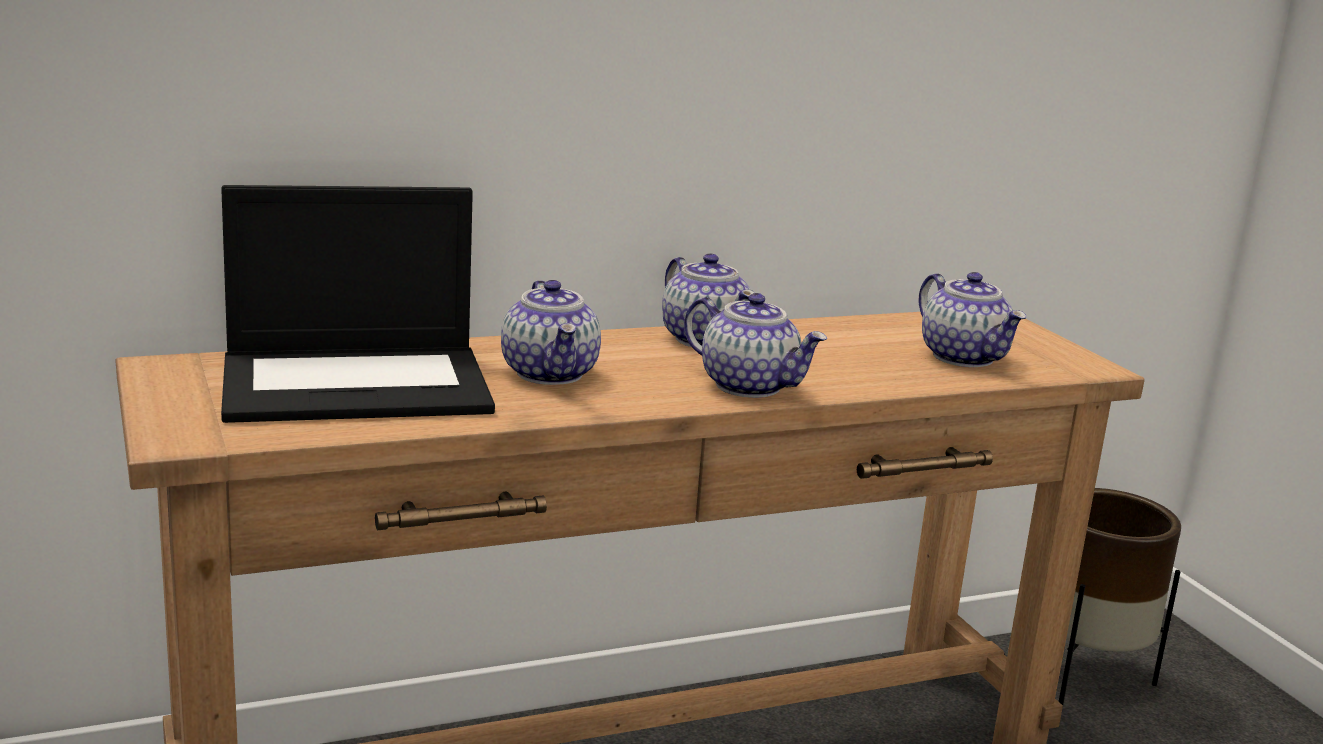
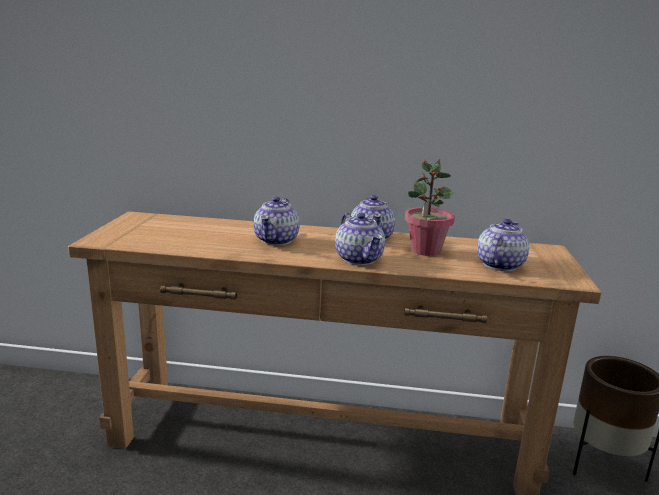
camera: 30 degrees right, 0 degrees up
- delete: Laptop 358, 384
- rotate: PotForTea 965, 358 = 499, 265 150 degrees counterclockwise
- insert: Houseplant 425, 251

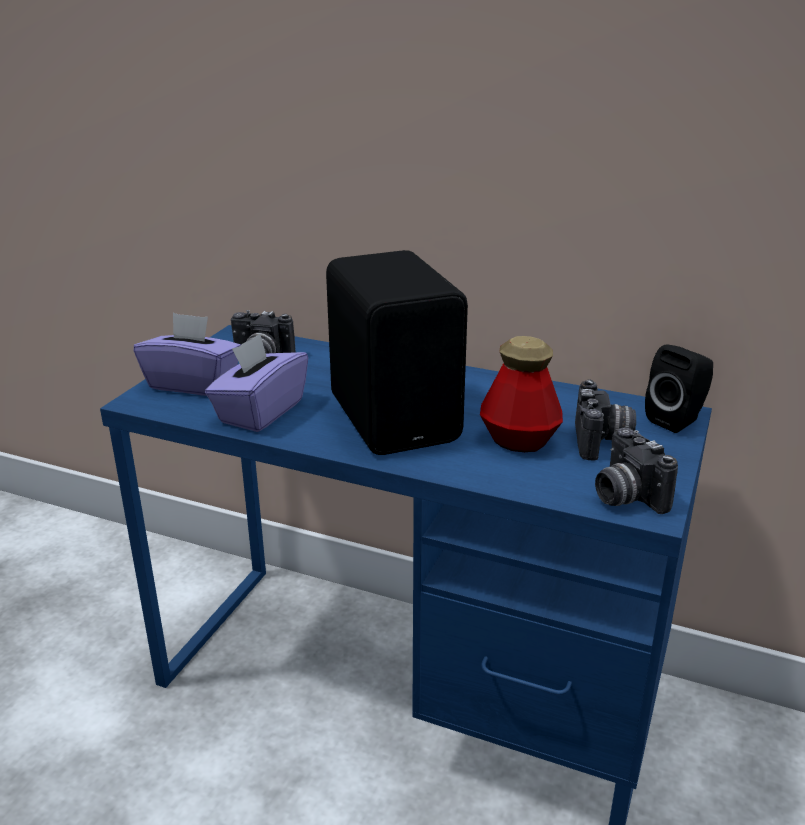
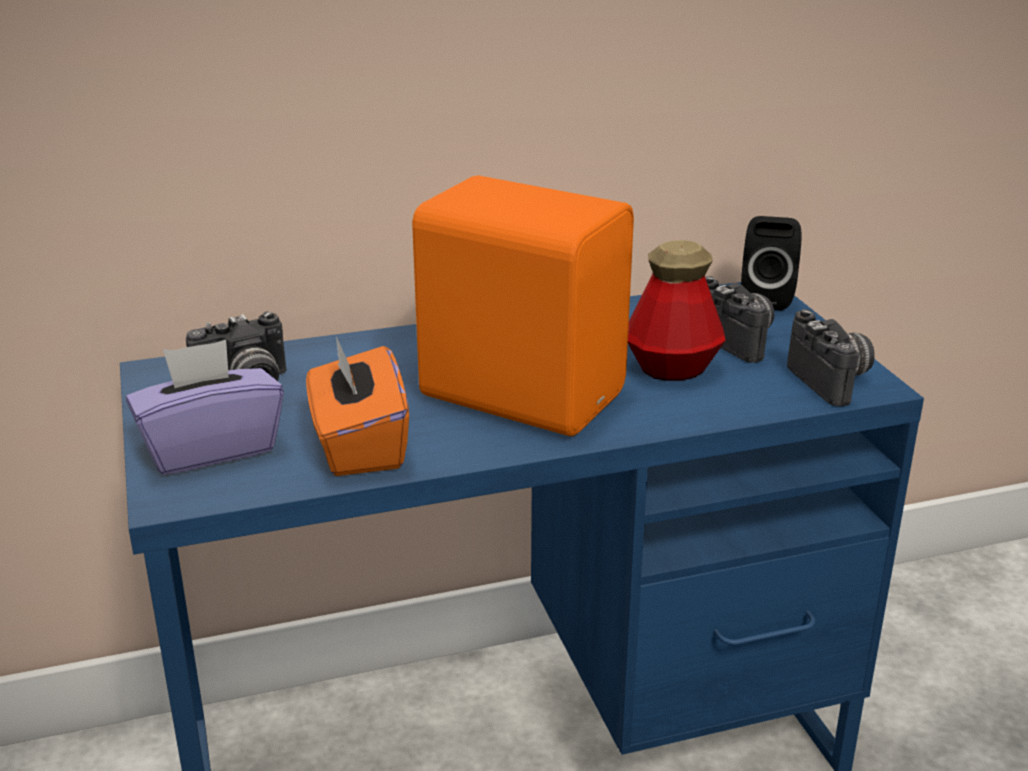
camera: 40 degrees left, 0 degrees up
- recolor: PurpleTissueBox 260, 411 to OrangeColouredTissueBox 358, 446
- recolor: BlackishAudioSpeaker 397, 418 to OrangeColouredAudioSpeaker 522, 392
- rotate: StillCamera 625, 496 = 834, 381 135 degrees counterclockwise

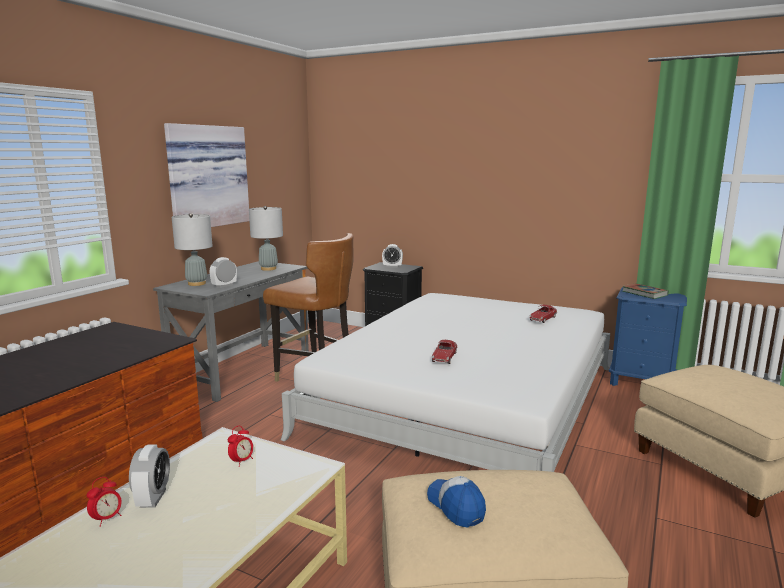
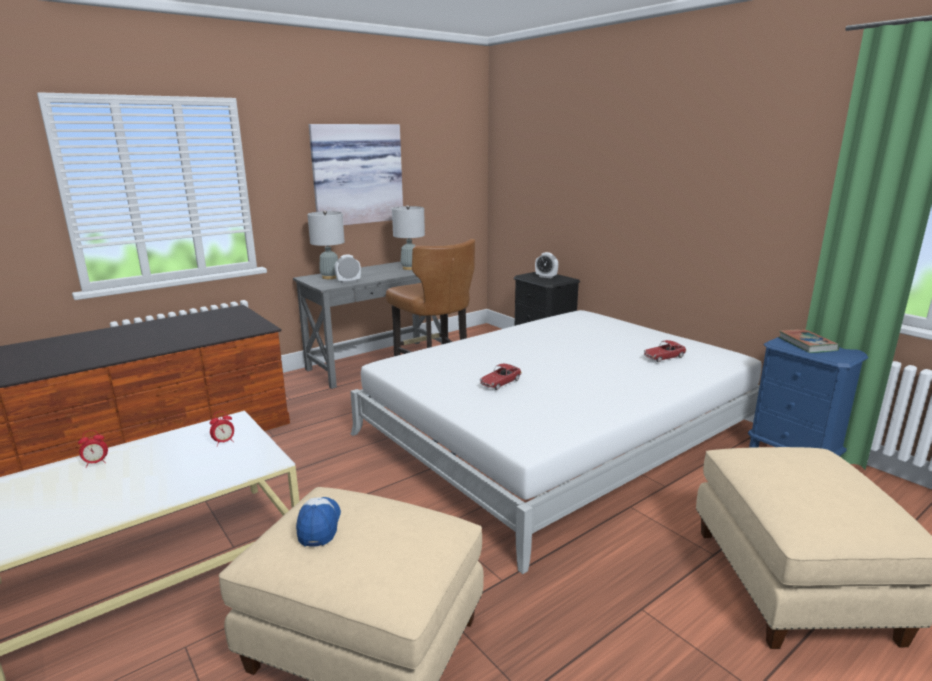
camera: 25 degrees right, 5 degrees up
- delete: TableClock 153, 498

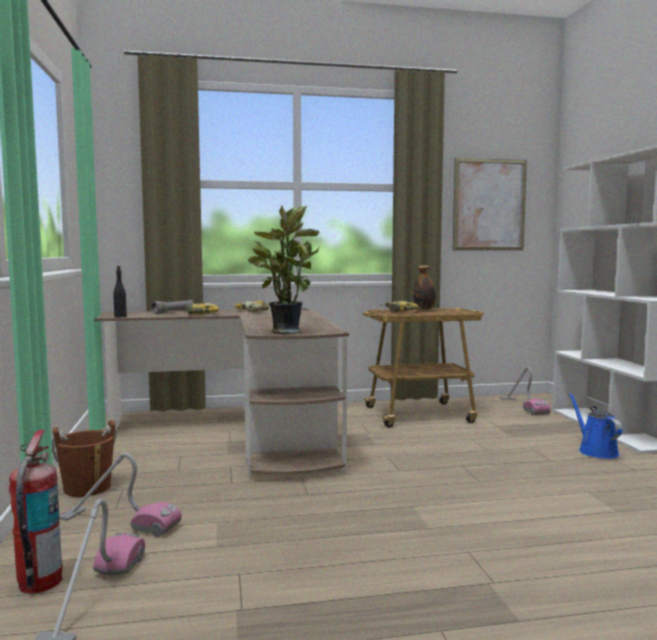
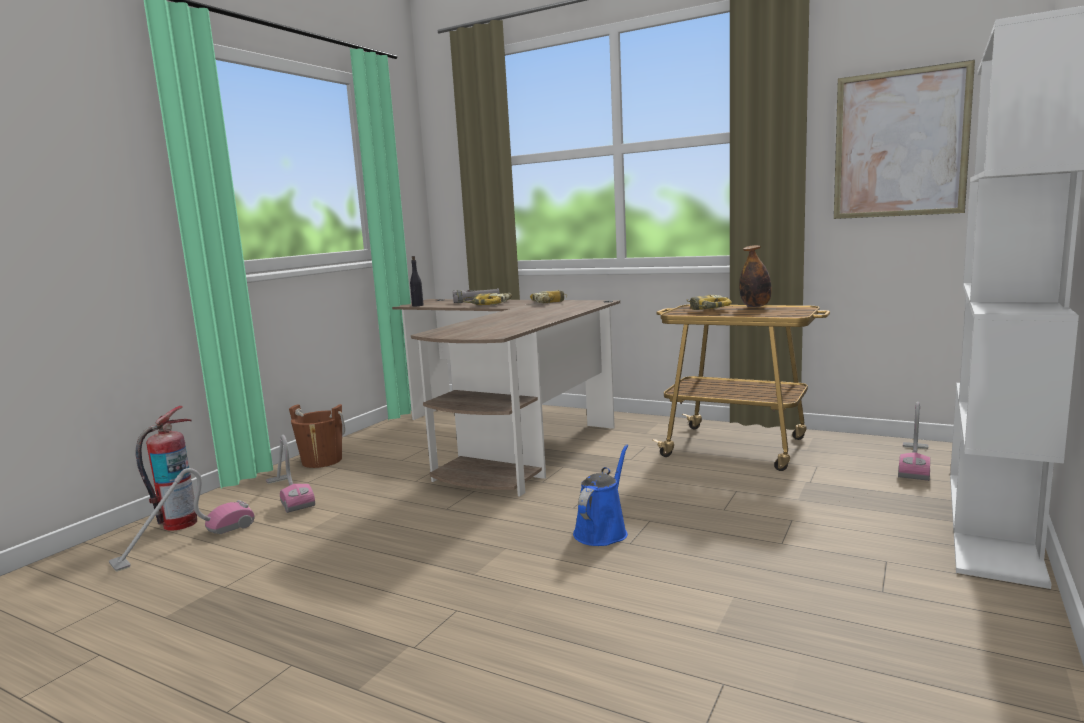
camera: 40 degrees right, 5 degrees up
- delete: Houseplant 284, 332
- move: BlueSprinklingCan 595, 451 to 602, 531

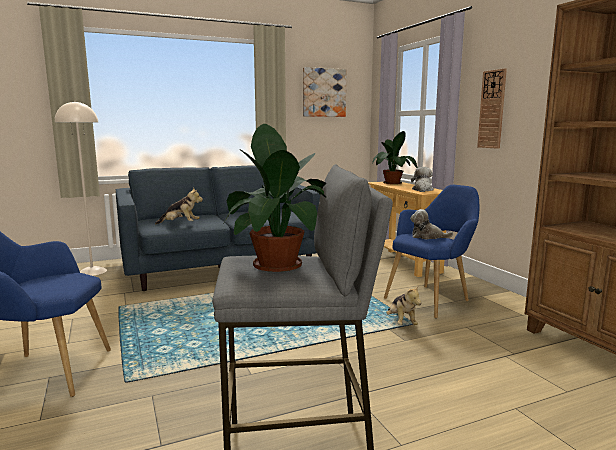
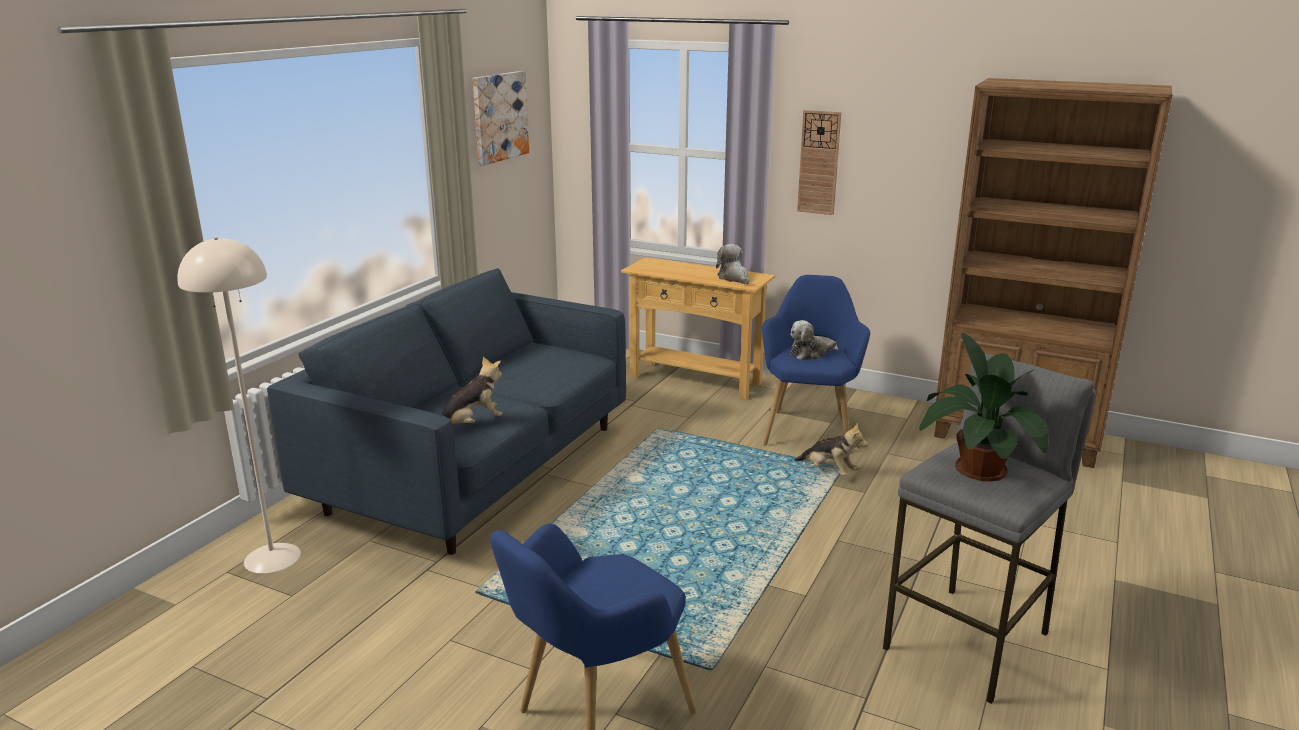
camera: 40 degrees left, 10 degrees up
- delete: Houseplant 392, 183

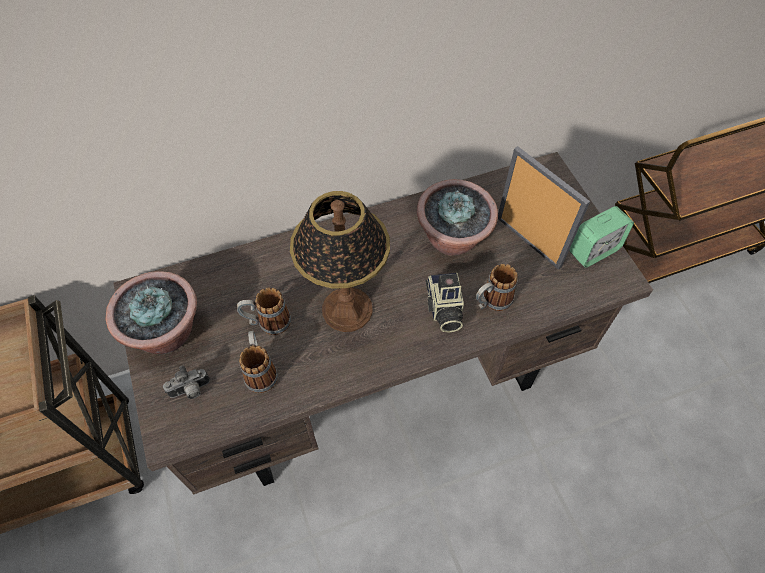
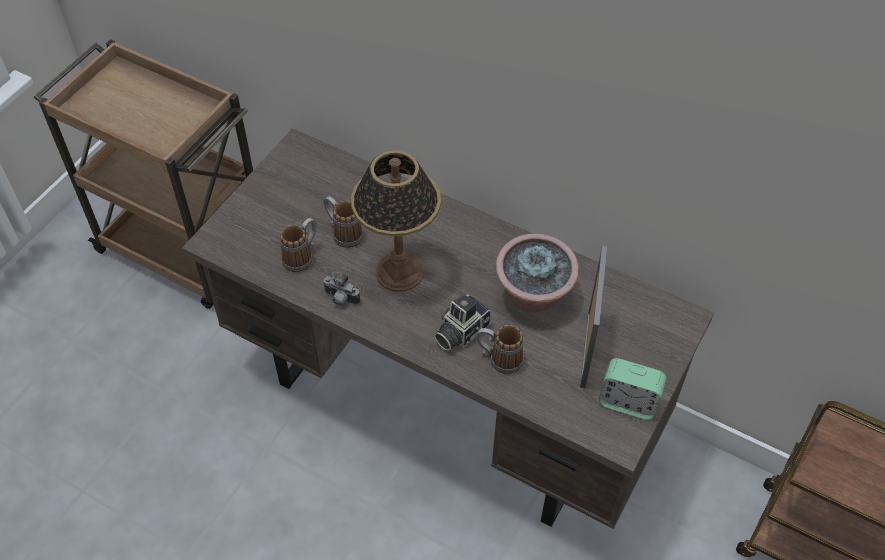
camera: 50 degrees right, 5 degrees down
- delete: Houseplant 166, 333
- move: StillCamera 190, 391 to 340, 299

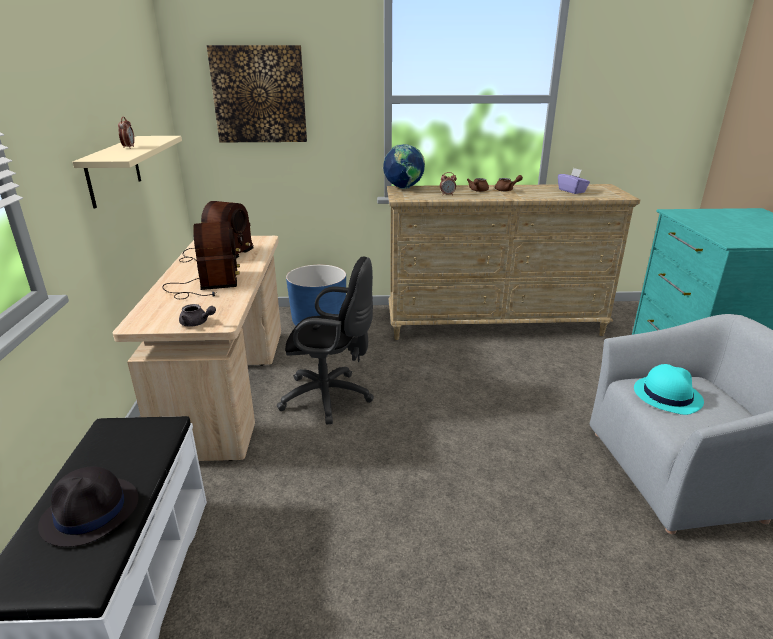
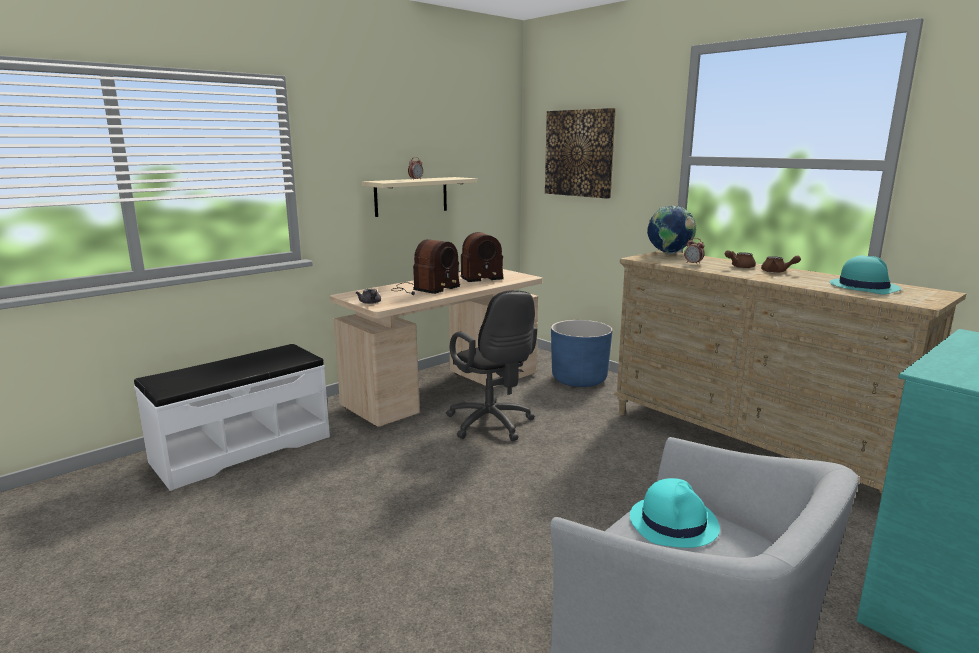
camera: 50 degrees right, 10 degrees down
- delete: BlackishWearableHat 91, 512
- replace: PurpleTissueBox 572, 191 to TurquoiseColouredWearableHat 863, 286

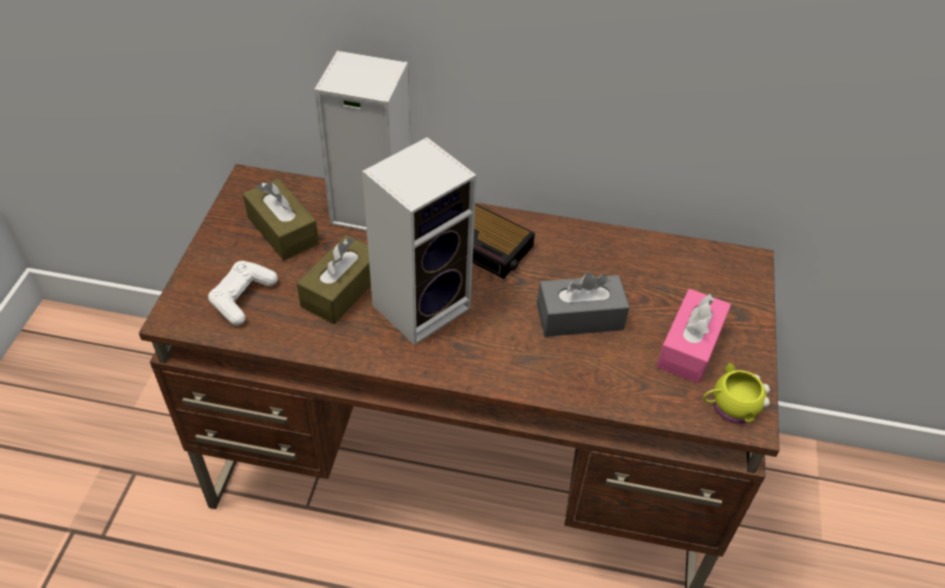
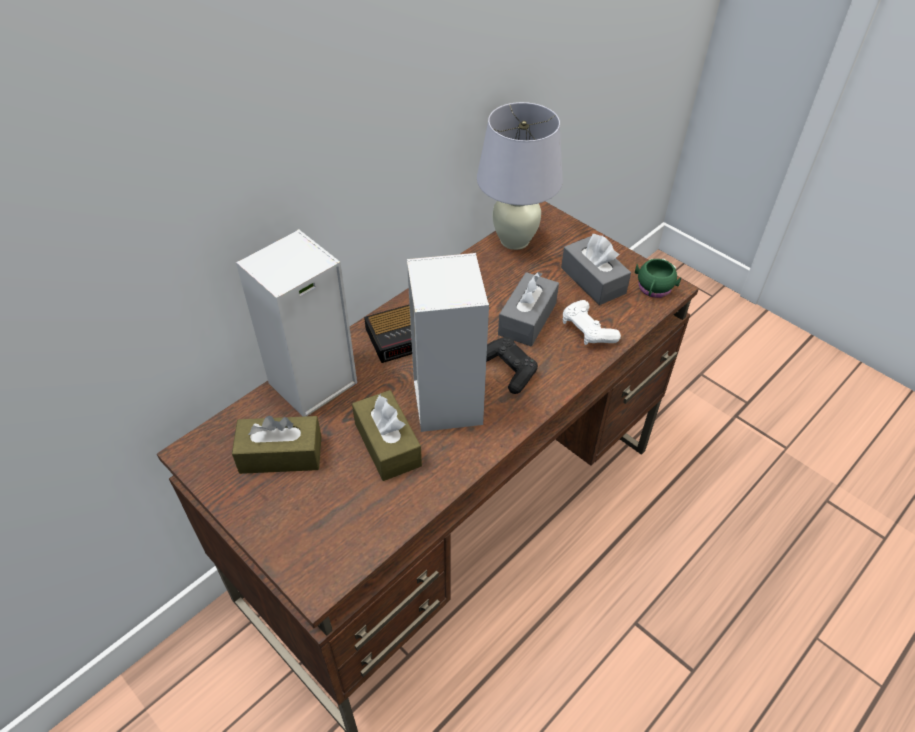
camera: 55 degrees left, 0 degrees up
- move: WhiteJoypad 243, 298 to 587, 330
- recolor: PinkishTissueBox 690, 346 to GreyishTissueBox 593, 280
- recolor: YellowishMug 730, 406 to GreenishMug 653, 289
- insert: WhiteTabletopLamp 515, 240
- insert: BlackishJoypad 508, 370

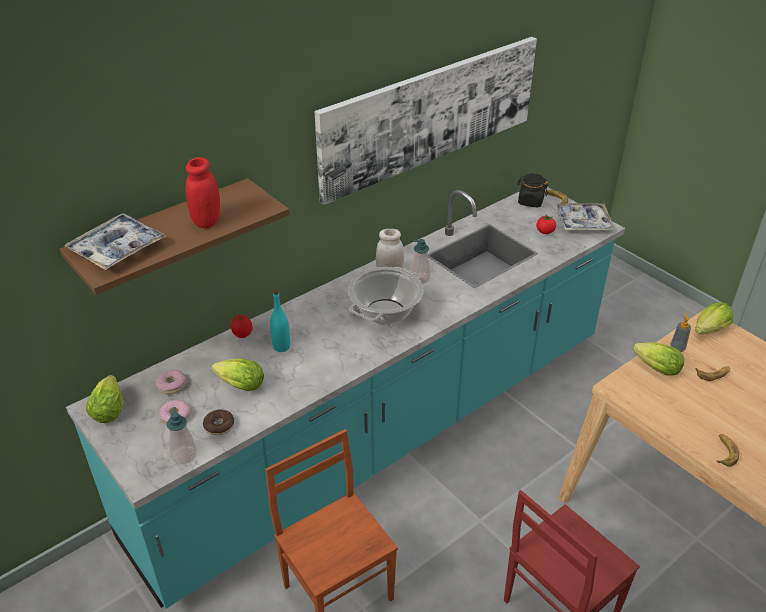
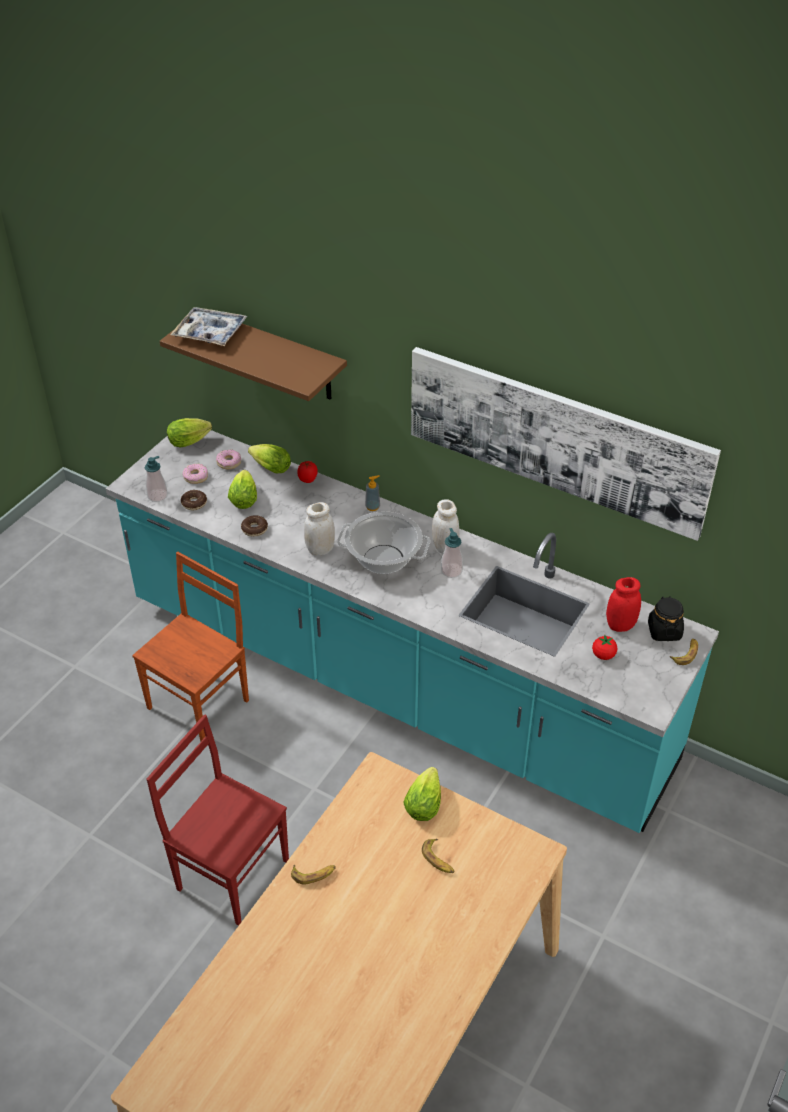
camera: 70 degrees right, 5 degrees up
- move: RedColouredPreserveJar 207, 221 to 620, 625
- delete: TurquoiseColouredBottle 281, 346
- delete: ServingTray 583, 222
- move: SoapBottle 677, 348 to 372, 507
- move: HeadOfLettuce 708, 331 to 269, 467
- insert: RingDoughnut 254, 529
- insert: WhitePreserveJar 320, 549

